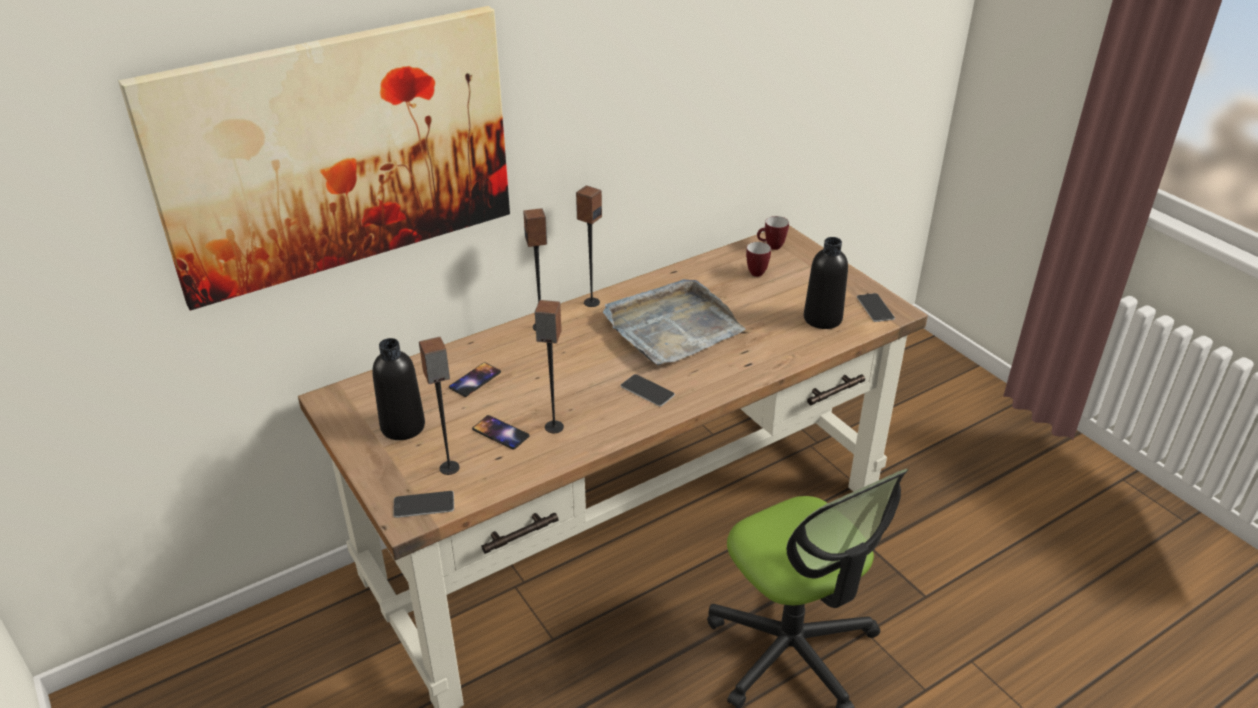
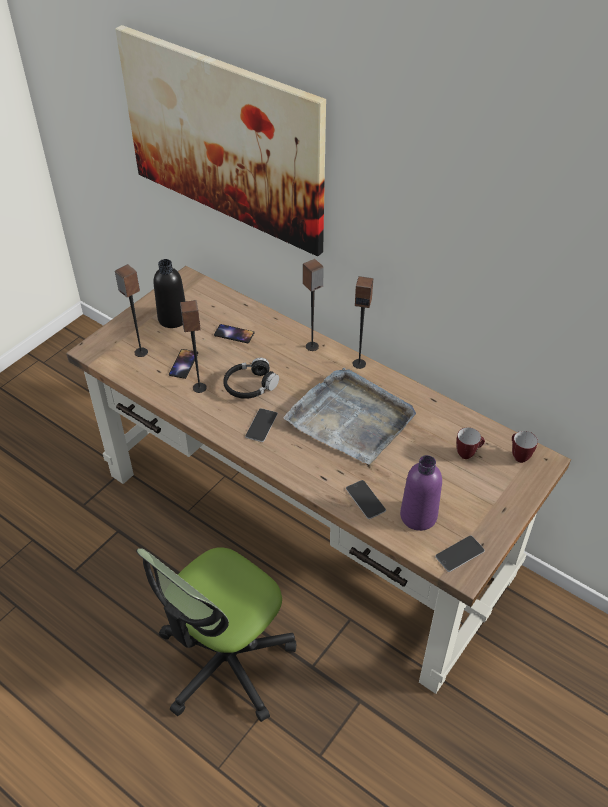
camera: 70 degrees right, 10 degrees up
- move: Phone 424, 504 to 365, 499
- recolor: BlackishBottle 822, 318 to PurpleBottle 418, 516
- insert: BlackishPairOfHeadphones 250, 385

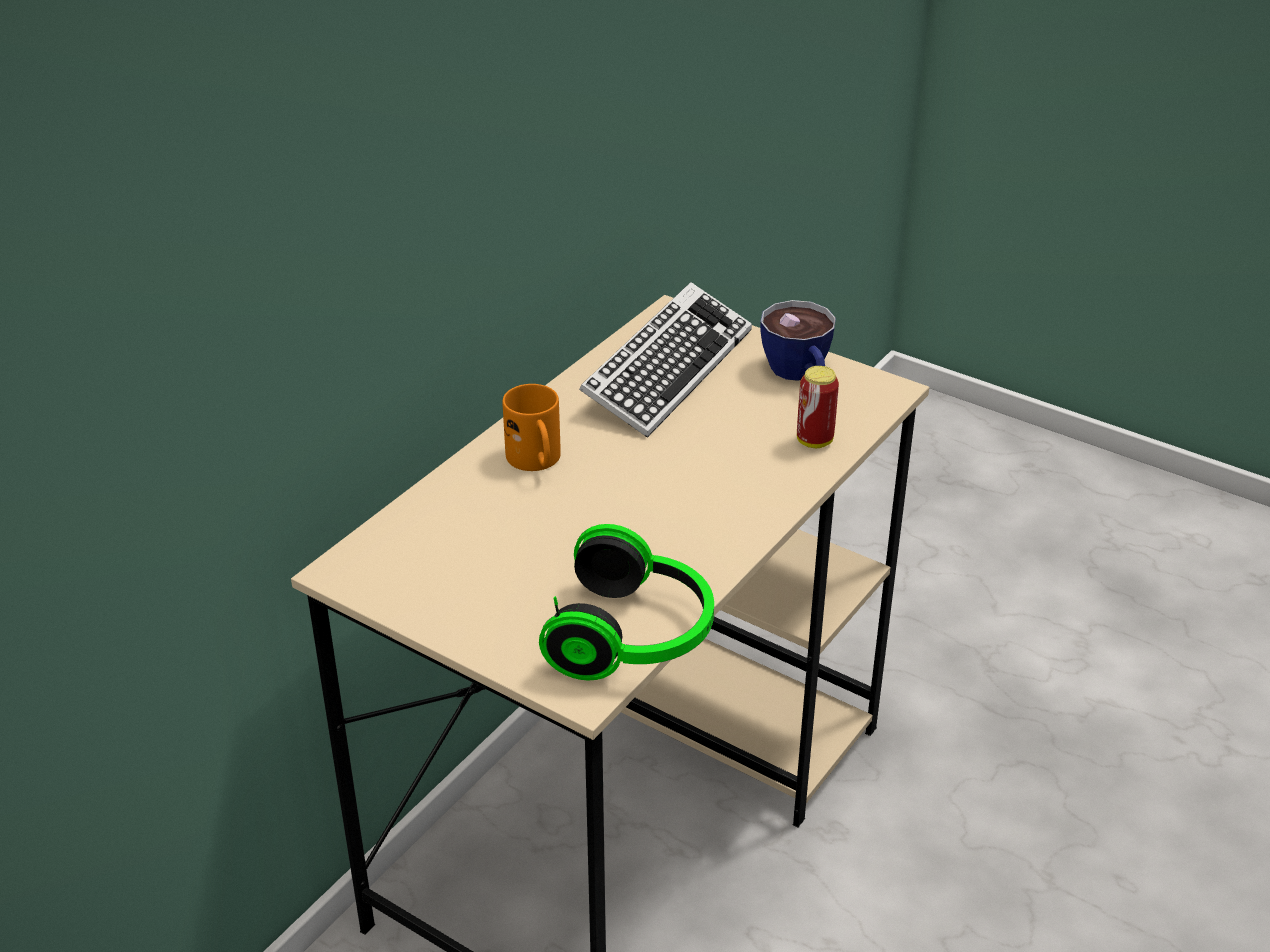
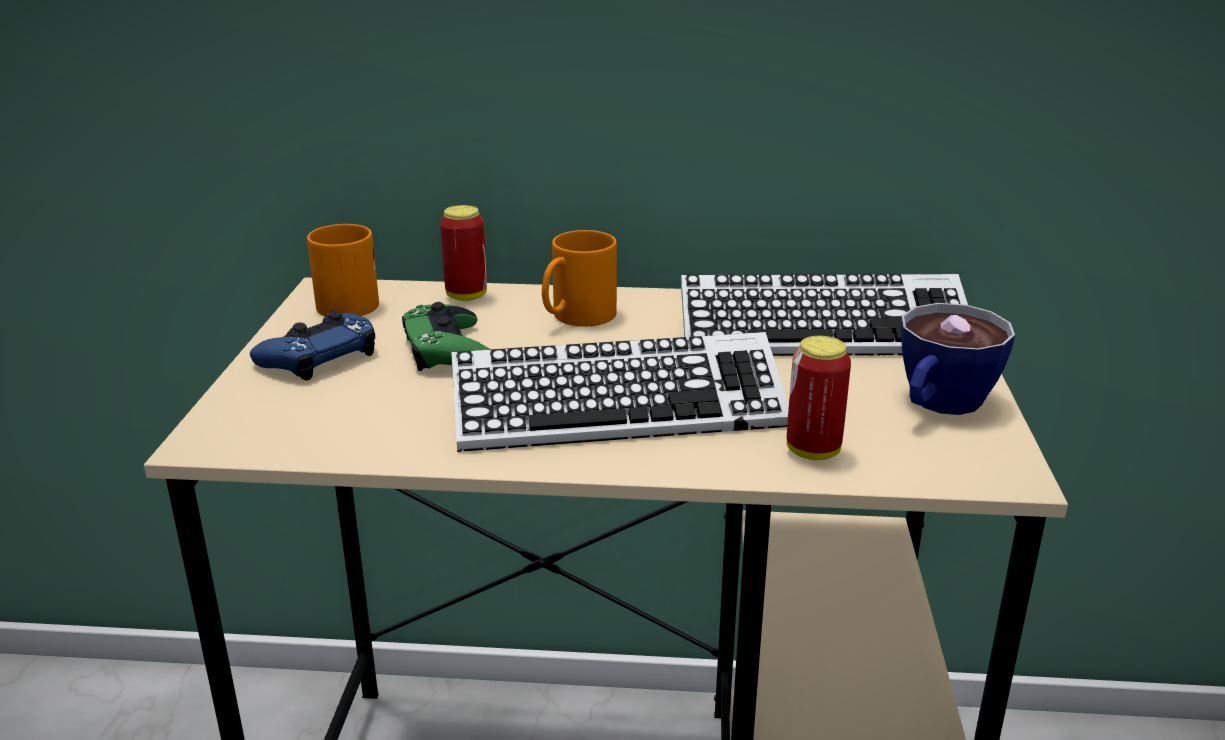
camera: 60 degrees right, 10 degrees down
- delete: PairOfHeadphones 634, 636
- insert: BlueJoypad 319, 357
- insert: OrangeColouredMug 339, 302
- insert: GreenishJoypad 448, 350
- insert: SealedCan 466, 296
- insert: Keyboard 618, 410

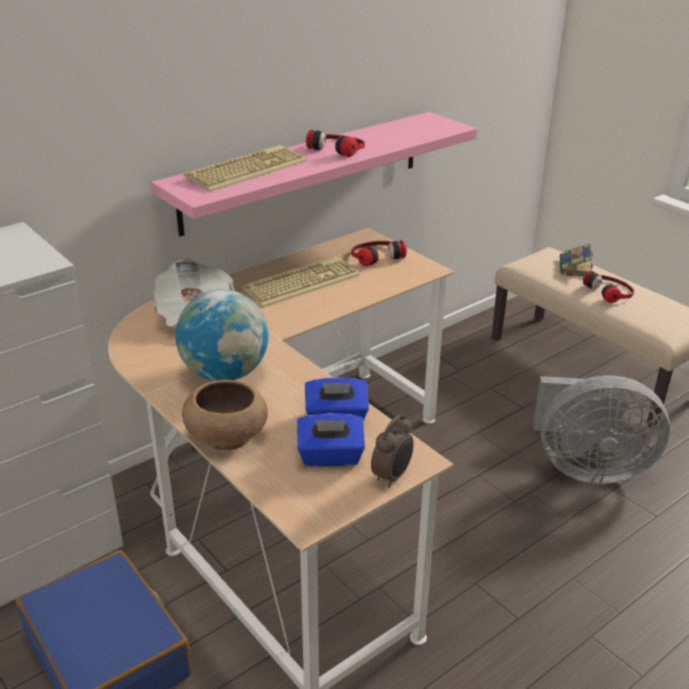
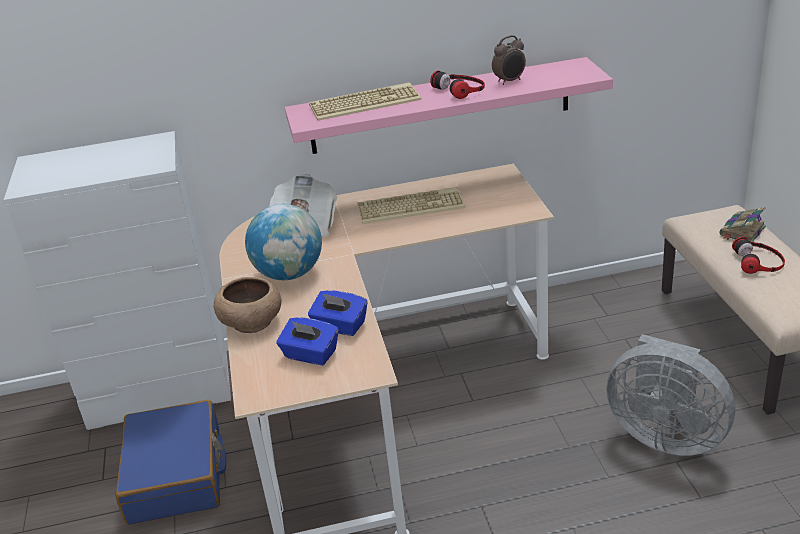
camera: 30 degrees right, 0 degrees up
- delete: PairOfHeadphones 376, 255
- move: TableClock 392, 476 to 509, 81

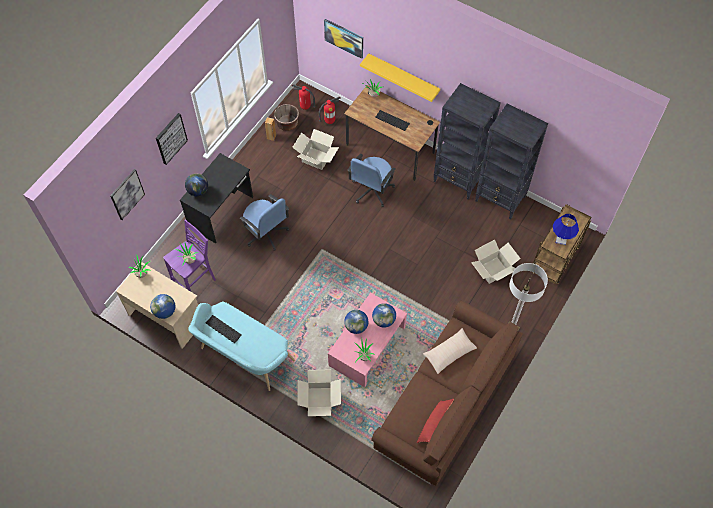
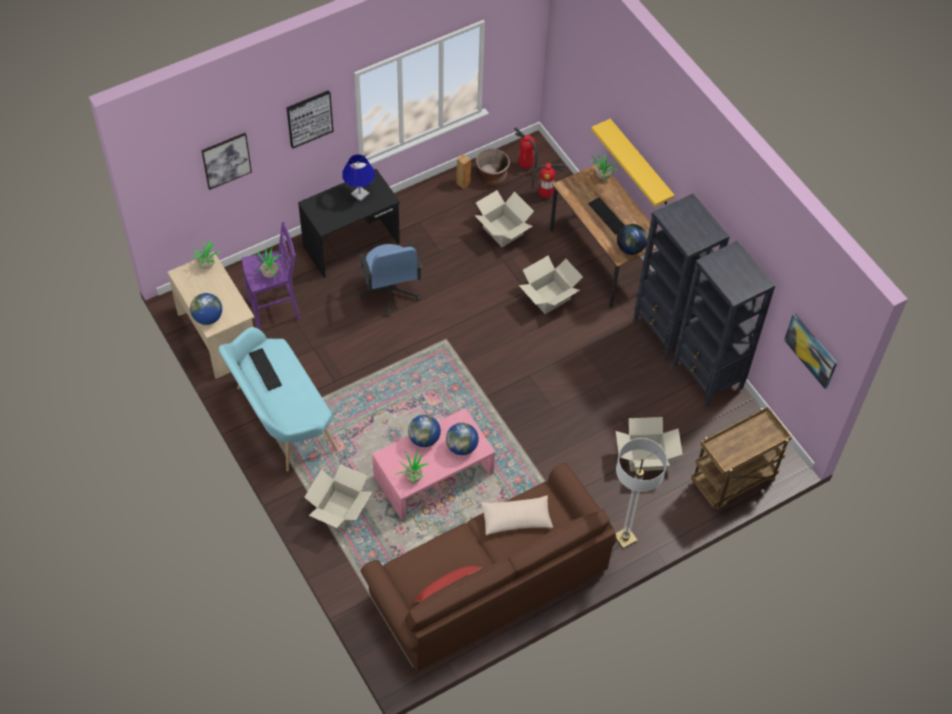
camera: 25 degrees right, 5 degrees down
- move: Globe 198, 190 to 630, 248
- move: WallPicture 344, 38 to 811, 350
- replace: BlueDeskChair 371, 190 to CardboardBox 549, 297
- move: BlueTabletopLamp 561, 239 to 359, 194

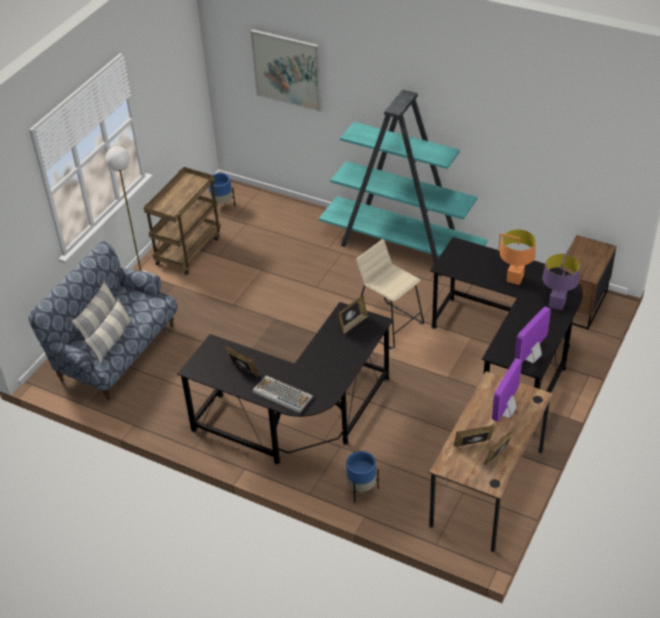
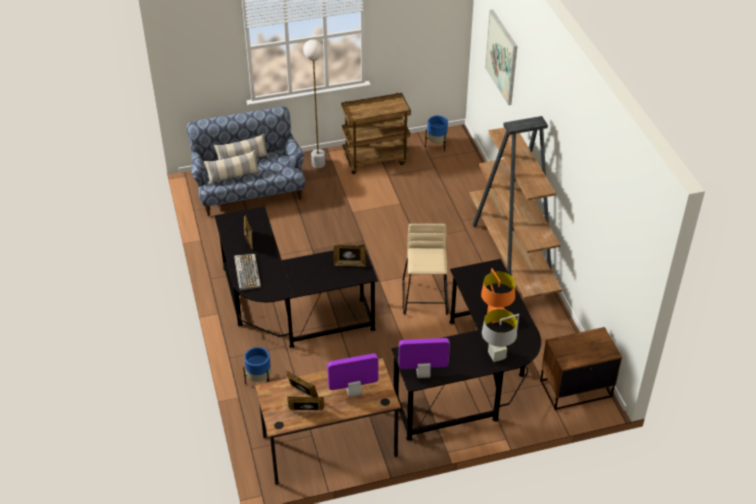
camera: 45 degrees right, 0 degrees up
- recolor: TurquoiseColouredShelvingUnit 402, 247 to BrownShelvingUnit 512, 255
- recolor: PurpleTabletopLamp 557, 304 to GreyishTabletopLamp 497, 356

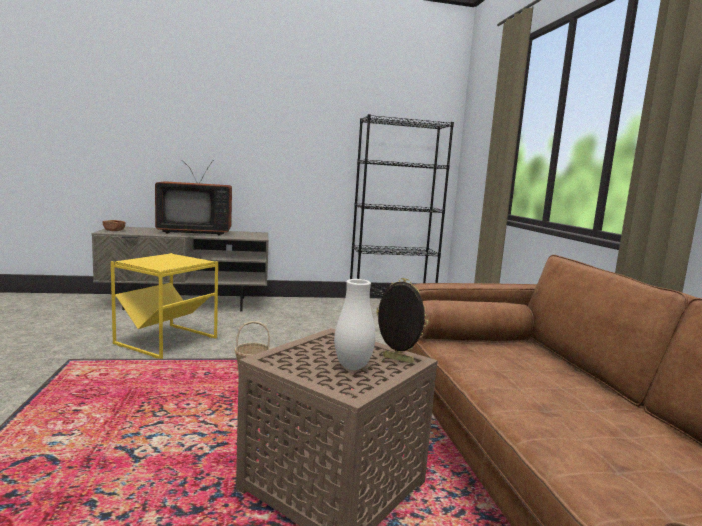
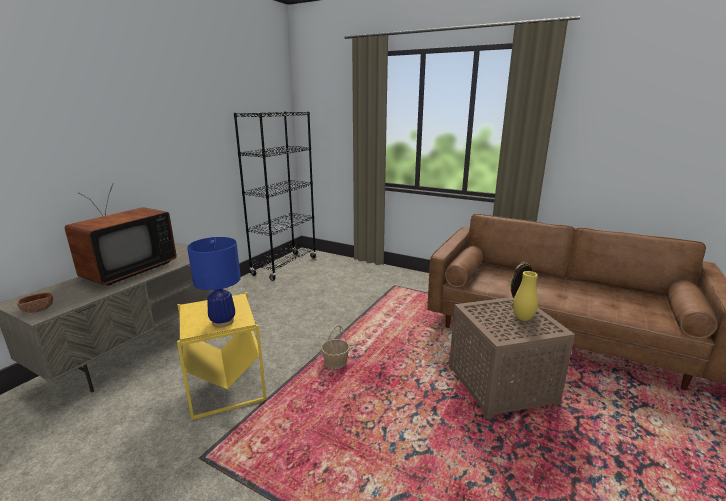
camera: 50 degrees left, 10 degrees up
- recolor: WhiteDecorativeVase 352, 367 to YellowishDecorativeVase 523, 318
- insert: BlueTabletopLamp 223, 322

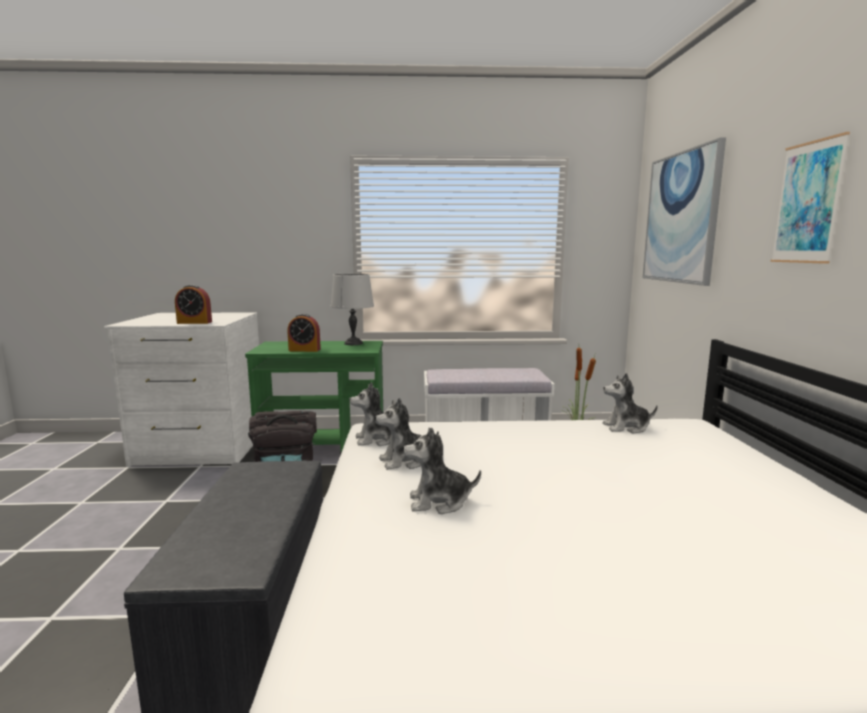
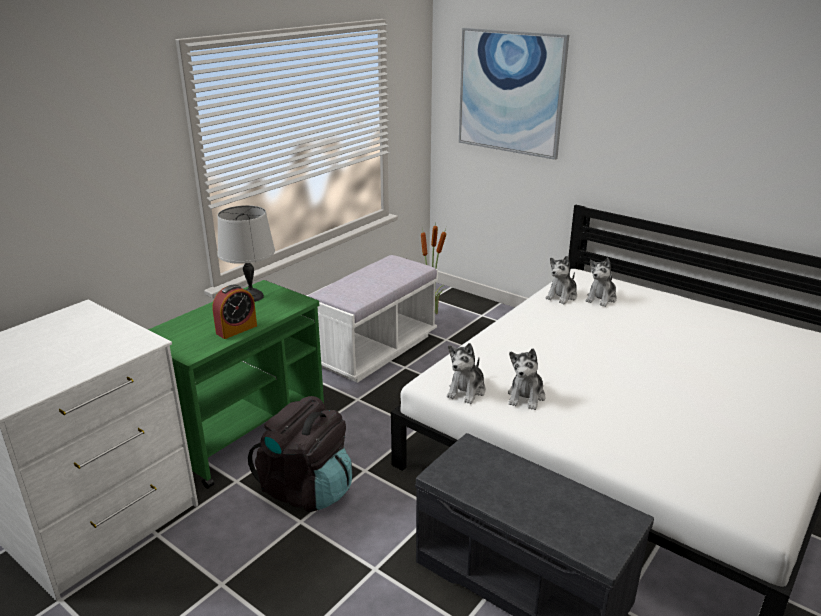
camera: 50 degrees left, 15 degrees up
- delete: TableClock 194, 322
- move: SoftToy 439, 502 to 601, 298
- delete: WallPicture 807, 203

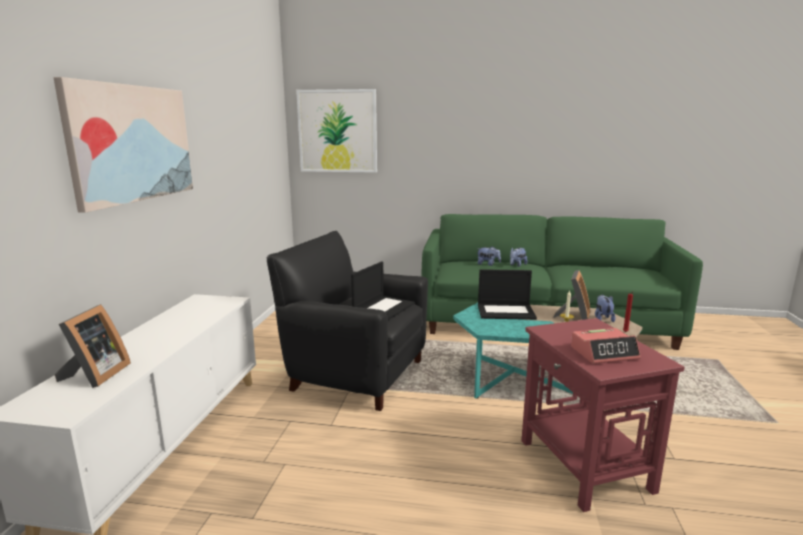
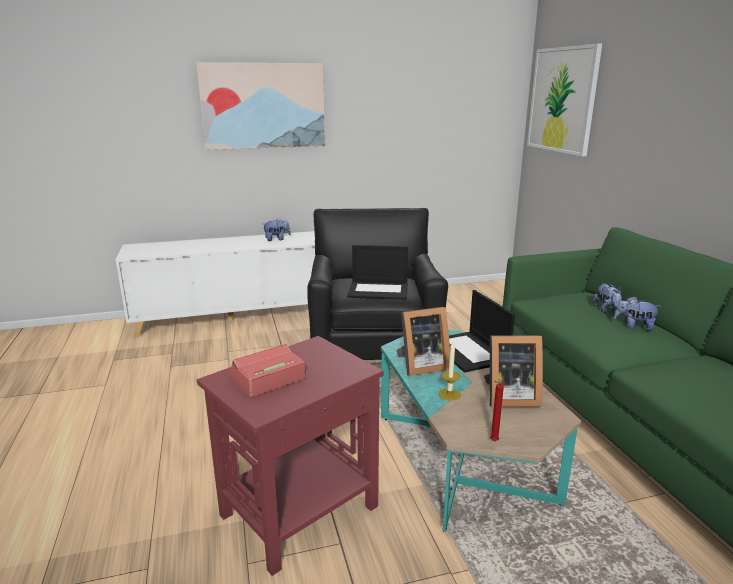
camera: 65 degrees right, 5 degrees up
- move: StandingFrame 95, 375 to 421, 365
- rotate: TableClock 604, 353 = 267, 378 90 degrees clockwise
- move: SoftToy 603, 318 to 277, 239

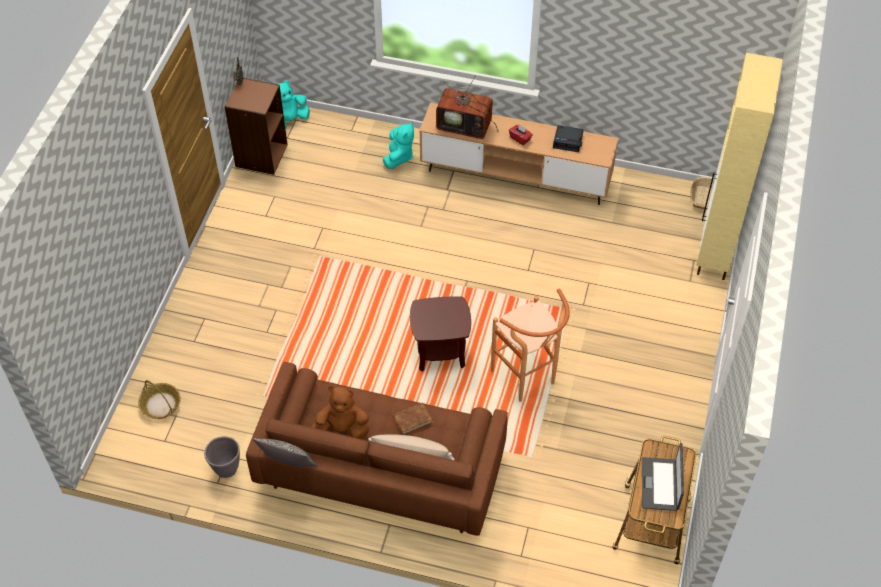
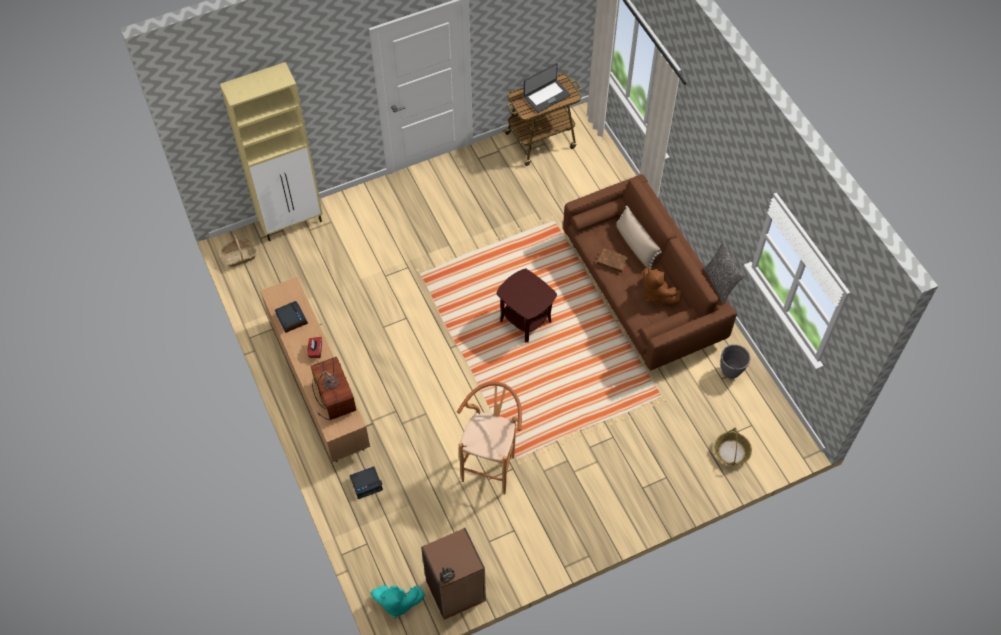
camera: 130 degrees left, 5 degrees up
- replace: TurquoiseColouredSoftToy 398, 157 to TableClock 366, 483
- move: BrownStool 527, 380 to 491, 464

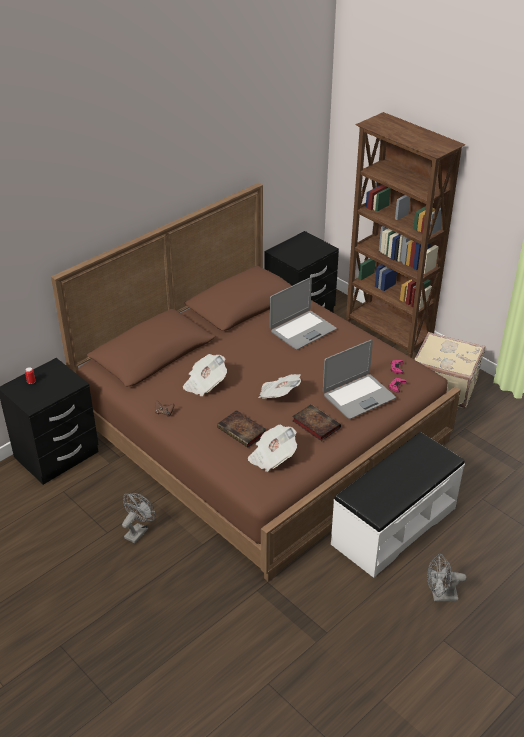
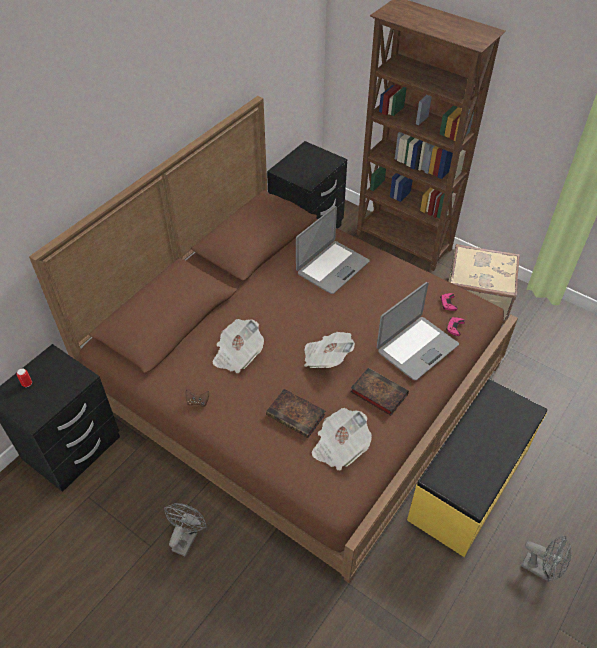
camera: 10 degrees left, 10 degrees up
- recolor: WhiteIndoorBench 393, 525 to YellowishIndoorBench 468, 483
- rotate: GreyishElectricFan 440, 596 = 541, 569 135 degrees counterclockwise

